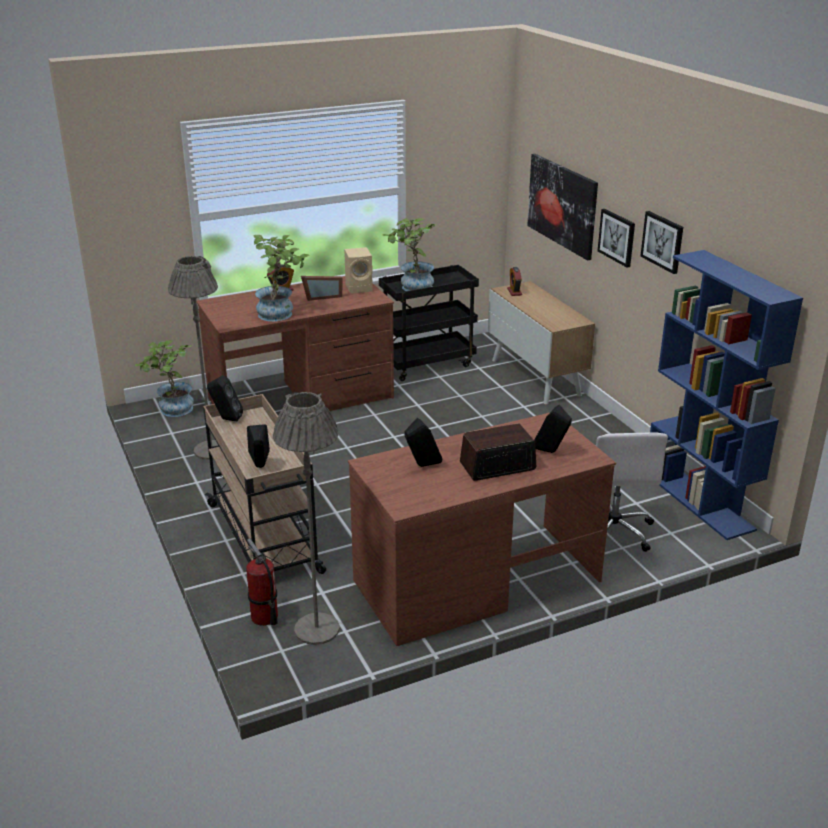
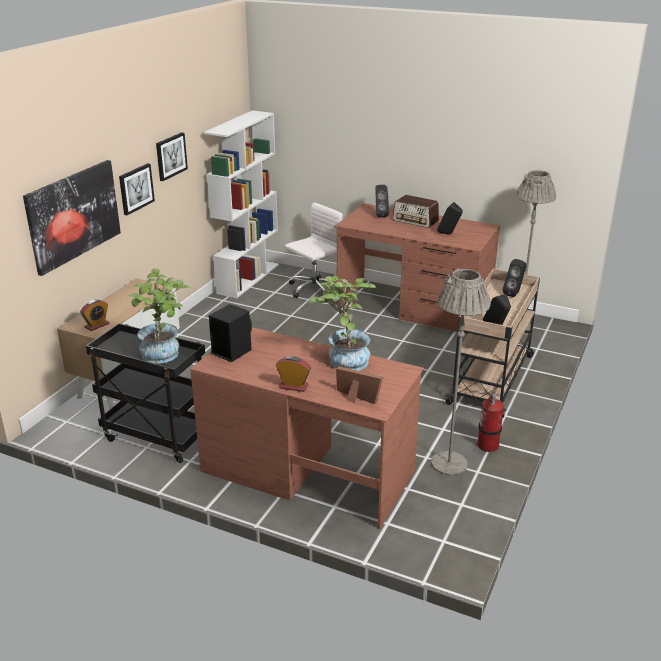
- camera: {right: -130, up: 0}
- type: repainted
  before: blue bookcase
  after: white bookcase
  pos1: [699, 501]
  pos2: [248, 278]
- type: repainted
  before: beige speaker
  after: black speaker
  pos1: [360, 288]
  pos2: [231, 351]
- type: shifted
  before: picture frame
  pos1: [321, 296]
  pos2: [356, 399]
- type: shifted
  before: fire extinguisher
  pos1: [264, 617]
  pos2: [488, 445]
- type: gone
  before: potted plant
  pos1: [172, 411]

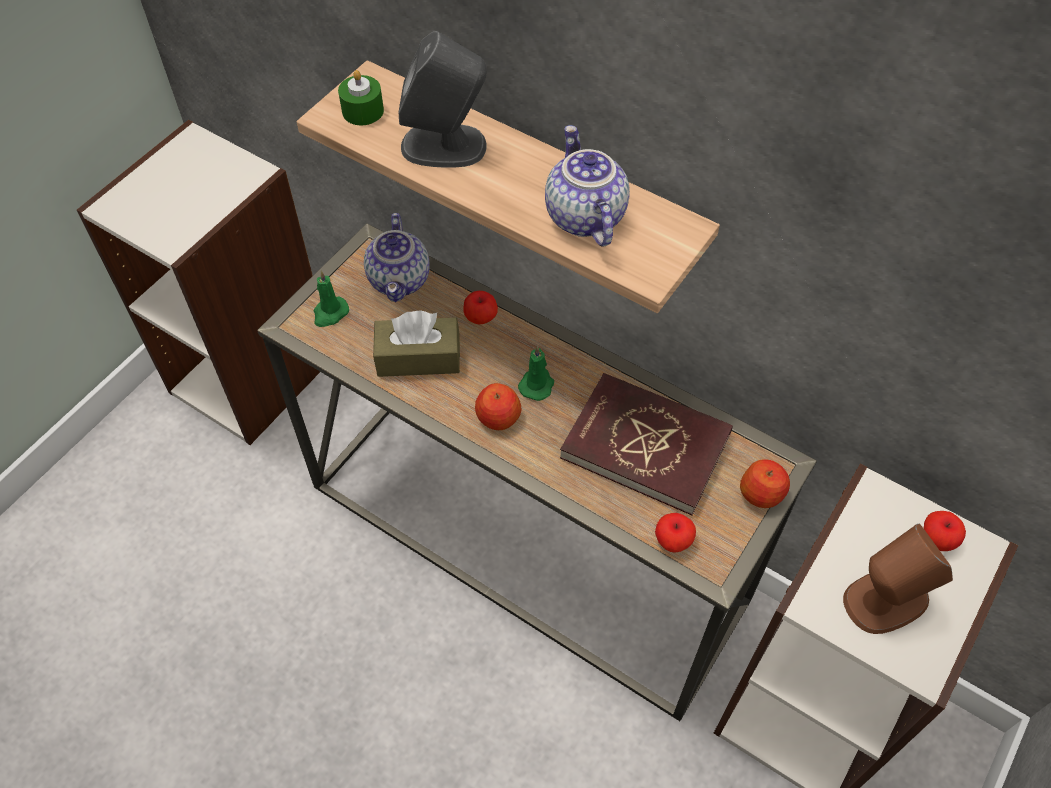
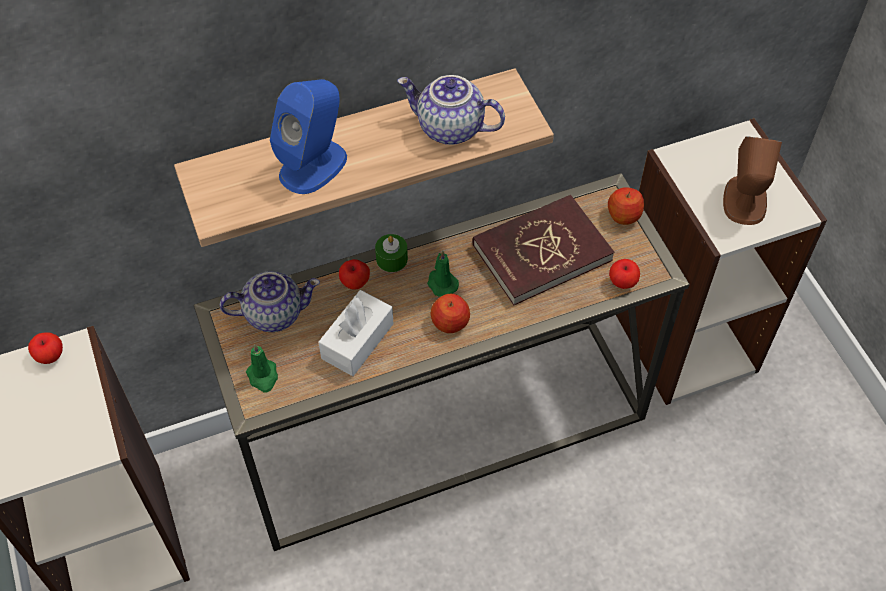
- camera: {right: -55, up: 0}
- type: shifted
  before: apple
  pos1: [937, 539]
  pos2: [50, 356]
- type: rotated
  before: teapot
  pos1: [401, 281]
  pos2: [274, 313]
  turn: -45
- type: repainted
  before: grey speaker
  after: blue speaker
  pos1: [445, 146]
  pos2: [313, 165]
- type: repainted
  before: brown tissue box
  after: white tissue box
  pos1: [418, 357]
  pos2: [357, 341]
- type: shifted
  before: green candle
  pos1: [363, 111]
  pos2: [391, 259]

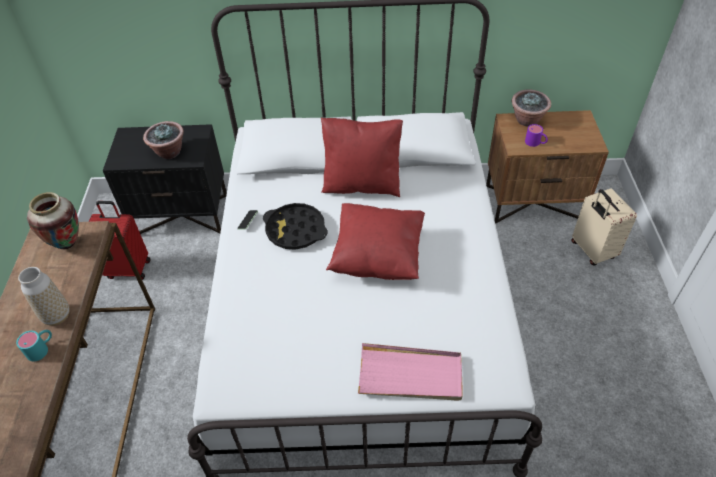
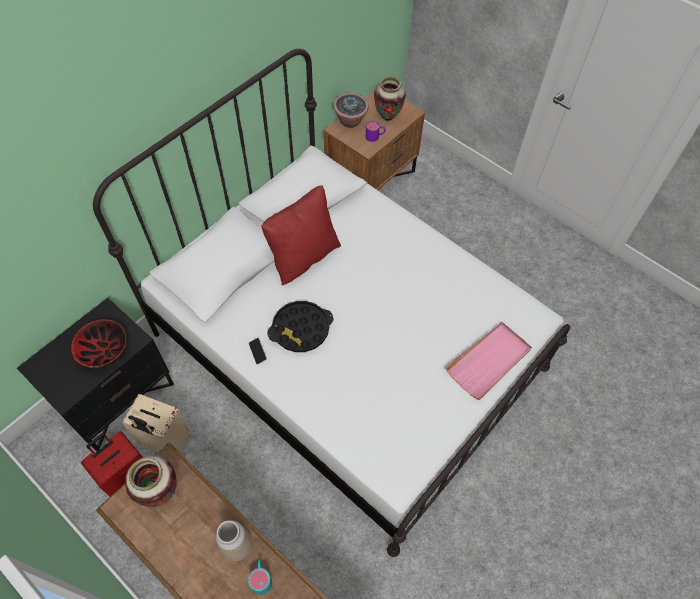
- camera: {right: -50, up: 10}
- type: swapped
  before: potted plant
  after: bowl
  pos1: [169, 152]
  pos2: [103, 351]
- type: shifted
  before: beige suitcase
  pos1: [591, 251]
  pos2: [165, 442]
- type: new
  after: vase
  pos2: [387, 117]
- type: gone
  before: red pillow
  pos1: [377, 256]

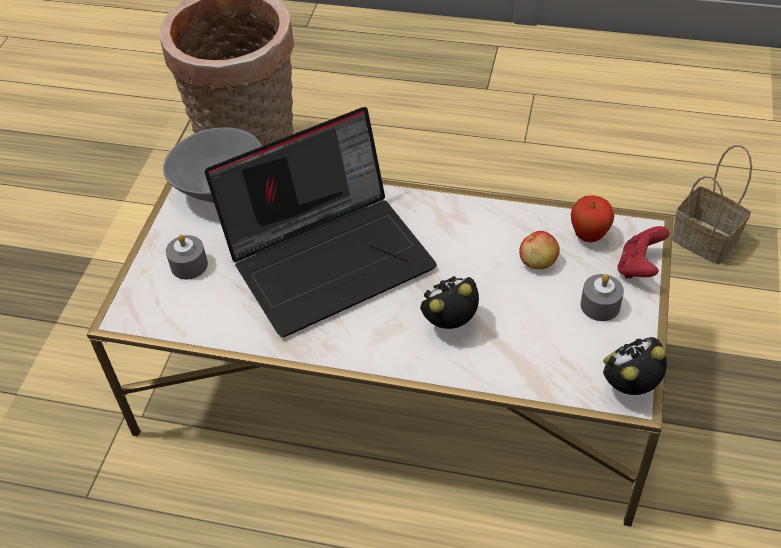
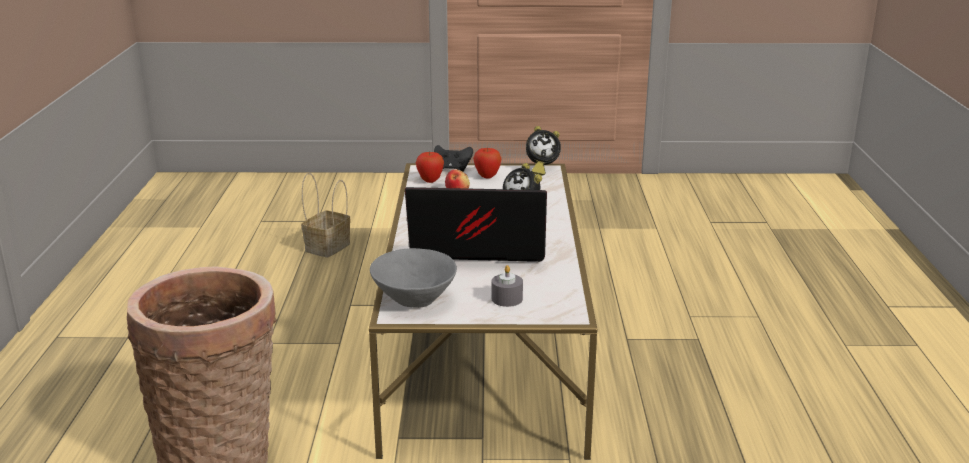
- camera: {right: -105, up: -25}
- type: rotated
  before: laptop
  pos1: [330, 256]
  pos2: [476, 250]
  turn: -45
- type: repainted
  before: red game controller
  after: black game controller
  pos1: [639, 267]
  pos2: [452, 169]
- type: swapped
  before: grey candle
  after: apple
  pos1: [600, 305]
  pos2: [487, 176]
- type: rotated
  before: alarm clock
  pos1: [629, 385]
  pos2: [541, 169]
  turn: -45

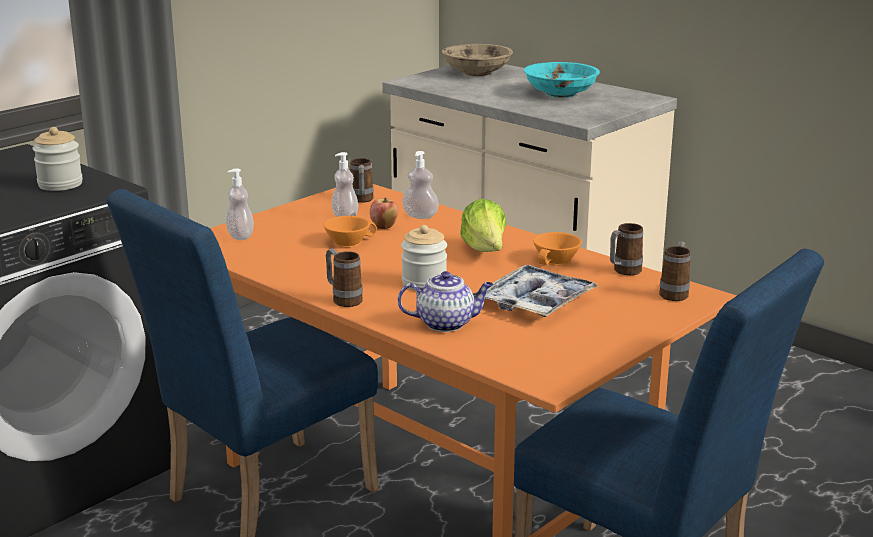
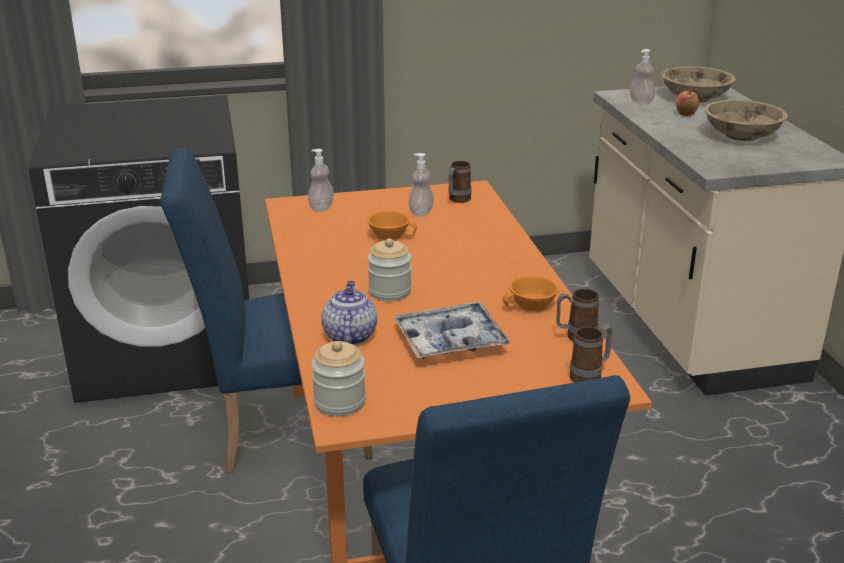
- camera: {right: 35, up: 5}
- type: shifted
  before: jar
  pos1: [60, 184]
  pos2: [339, 402]
- type: rotated
  before: teapot
  pos1: [446, 323]
  pos2: [349, 336]
  turn: -120
- type: shifted
  before: soap dispenser
  pos1: [420, 216]
  pos2: [641, 102]
- type: shifted
  before: apple
  pos1: [383, 227]
  pos2: [685, 114]
- type: repainted
  before: turquoise bowl
  after: beige bowl
  pos1: [560, 94]
  pos2: [741, 136]
- type: gone
  before: mug
  pos1: [343, 299]
- type: gone
  before: lettuce
  pos1: [485, 251]

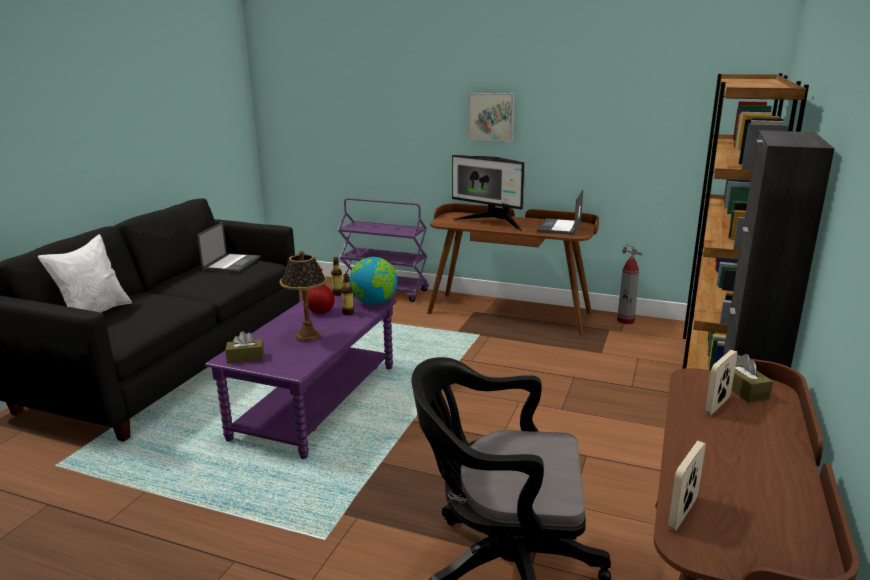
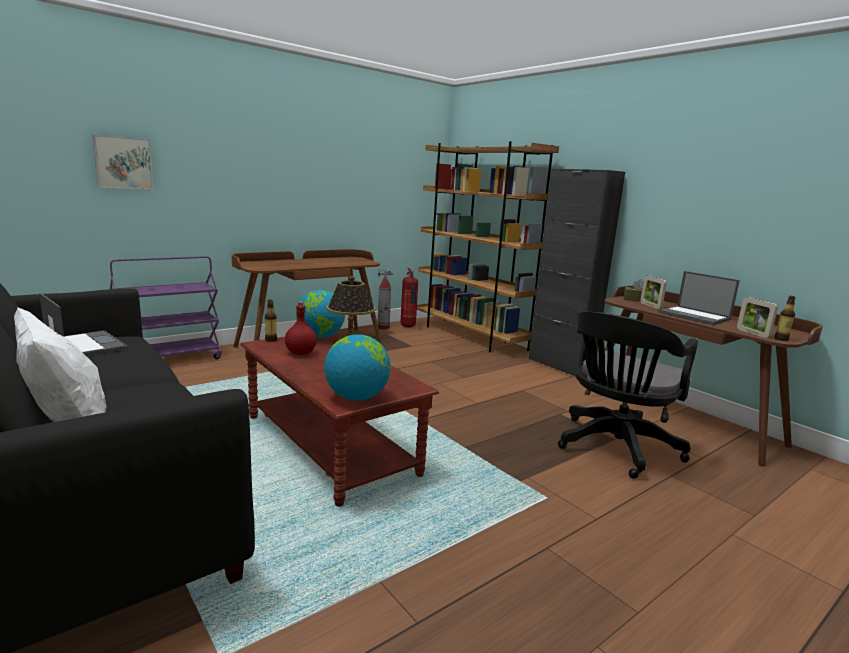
- camera: {right: -60, up: -5}
- type: shifted
  before: picture
  pos1: [491, 116]
  pos2: [123, 163]
- type: repainted
  before: purple coffee table
  after: brown coffee table
  pos1: [317, 400]
  pos2: [329, 444]
- type: swapped
  before: brown tissue box
  after: globe
  pos1: [246, 358]
  pos2: [356, 397]
- type: new
  after: fire extinguisher
  pos2: [408, 327]
- type: shifted
  before: laptop
  pos1: [559, 227]
  pos2: [695, 316]
- type: shifted
  before: bottle
  pos1: [348, 313]
  pos2: [781, 339]
- type: gone
  before: monitor
  pos1: [492, 223]

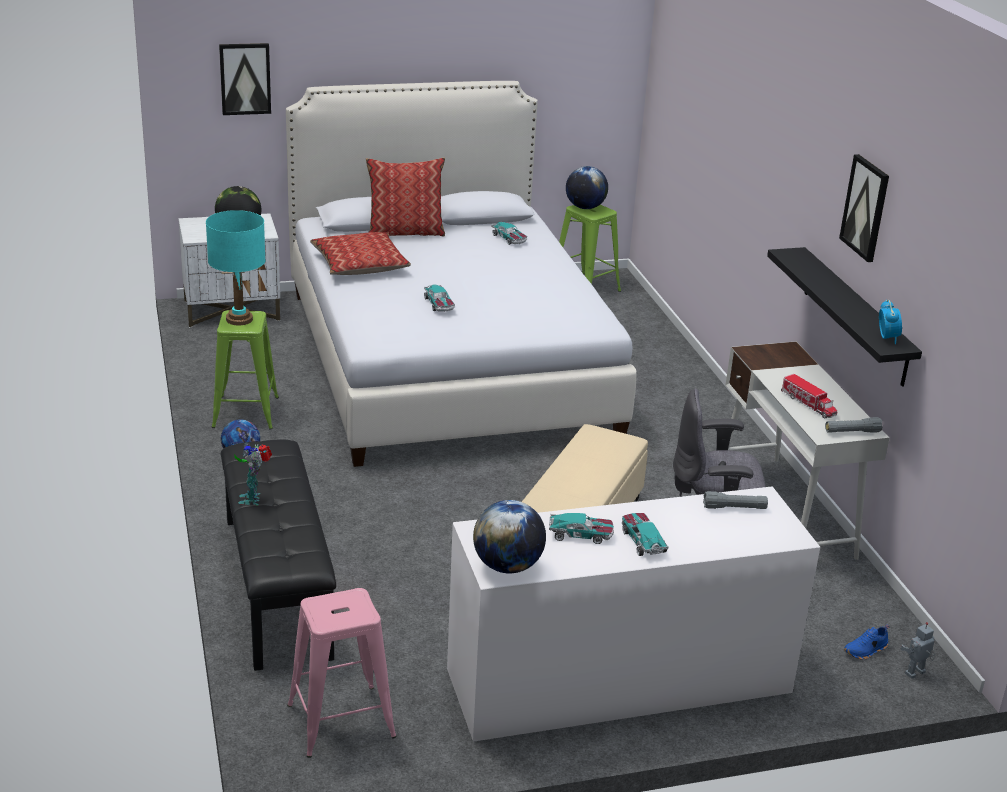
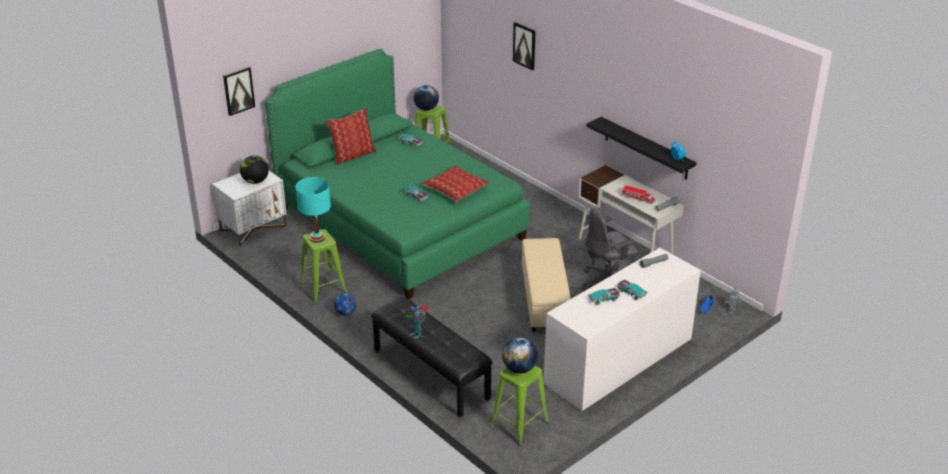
- camera: {right: -25, up: 5}
- type: repainted
  before: white bed
  after: green bed
  pos1: [446, 361]
  pos2: [399, 223]
- type: shifted
  before: pillow
  pos1: [360, 264]
  pos2: [455, 189]
- type: repainted
  before: pink stool
  after: green stool
  pos1: [340, 721]
  pos2: [519, 424]
- type: shifted
  before: globe
  pos1: [507, 566]
  pos2: [519, 369]
- type: shifted
  before: picture
  pos1: [865, 208]
  pos2: [524, 46]

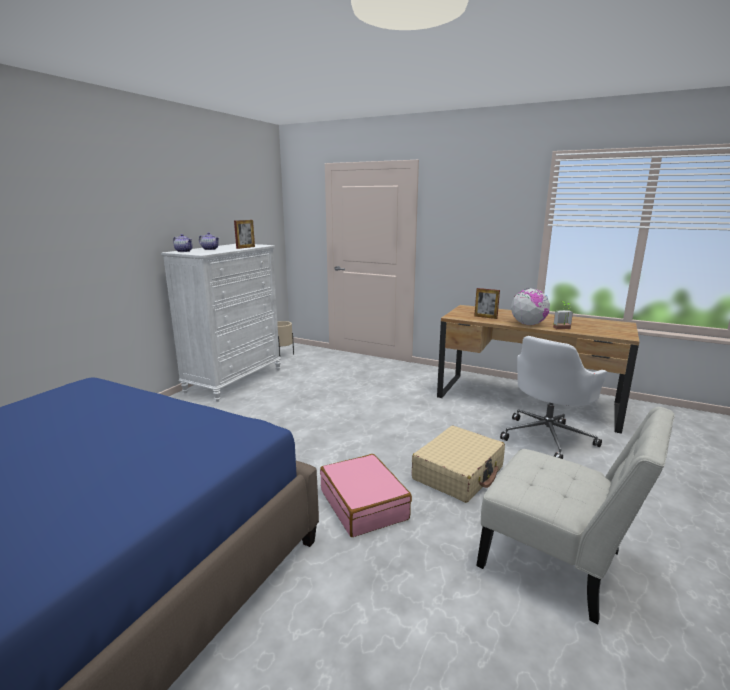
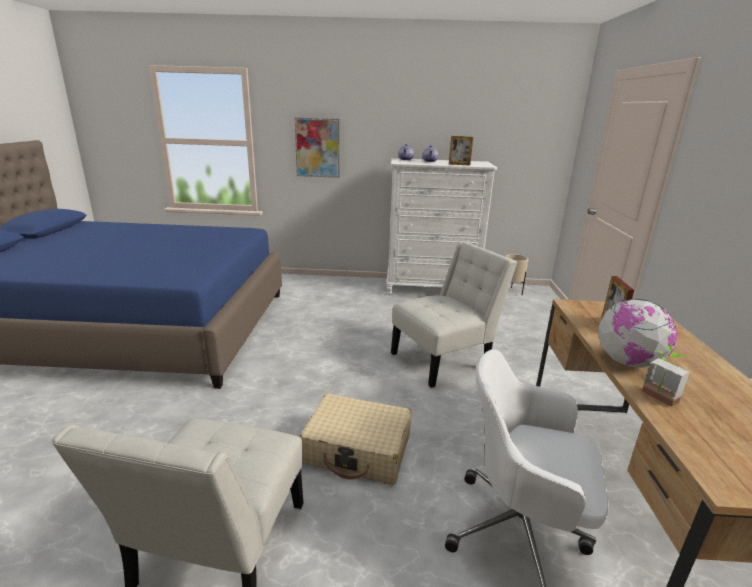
- camera: {right: 65, up: 5}
- type: new
  after: picture
  pos2: [317, 148]
- type: new
  after: white chair
  pos2: [445, 359]
- type: gone
  before: pink suitcase
  pos1: [364, 504]

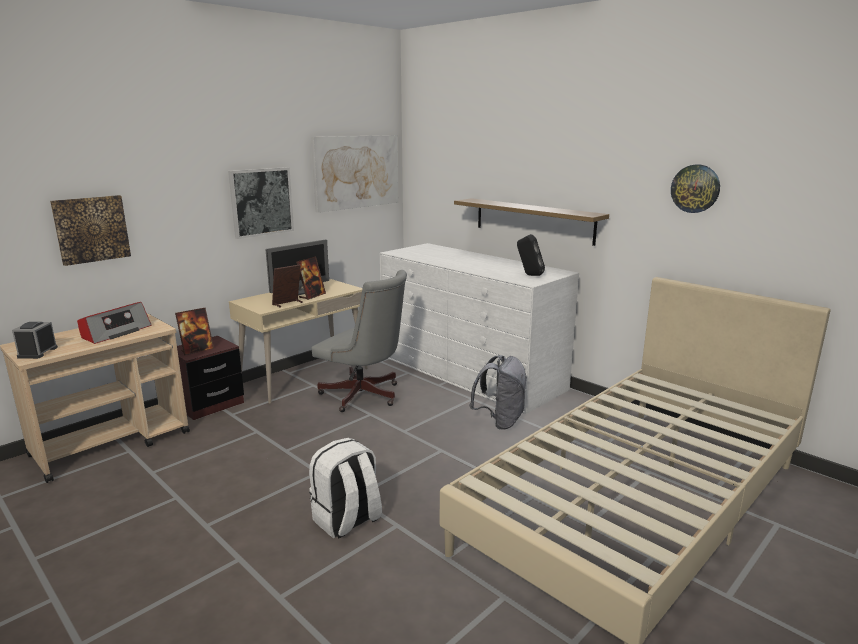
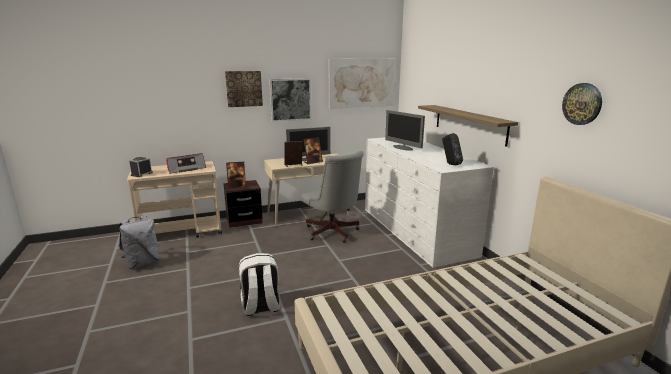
- camera: {right: 25, up: 0}
- type: shifted
  before: grey backpack
  pos1: [500, 421]
  pos2: [142, 263]
- type: shifted
  before: picture
  pos1: [91, 229]
  pos2: [244, 88]
- type: new
  after: monitor
  pos2: [403, 148]

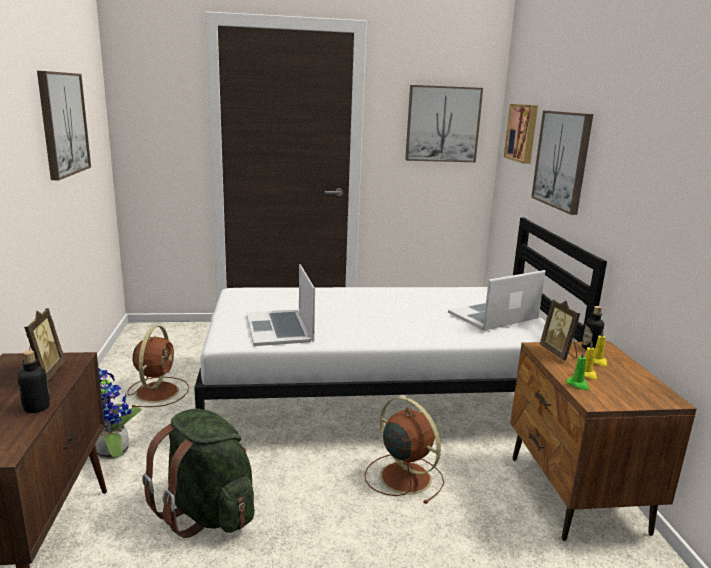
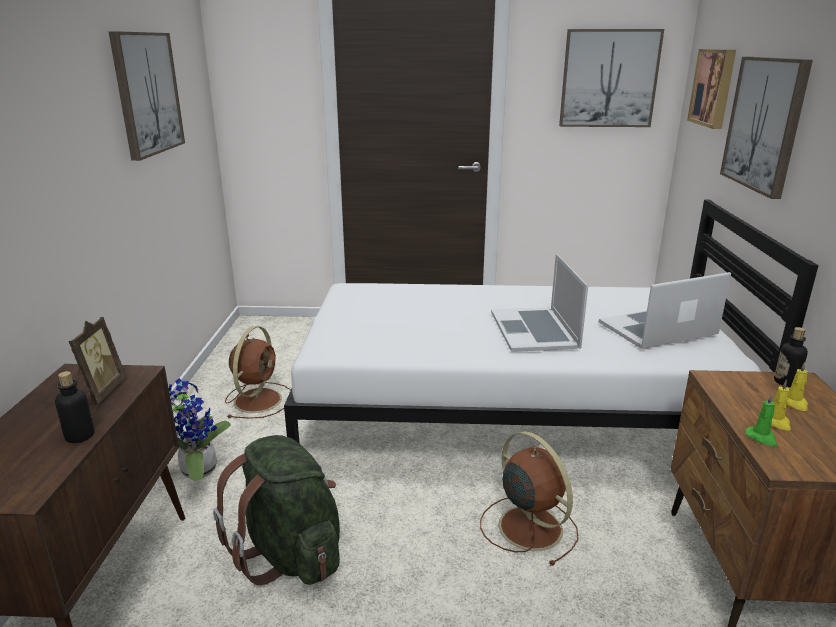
- camera: {right: 10, up: 5}
- type: shifted
  before: laptop
  pos1: [279, 328]
  pos2: [534, 329]
- type: gone
  before: picture frame
  pos1: [559, 353]

